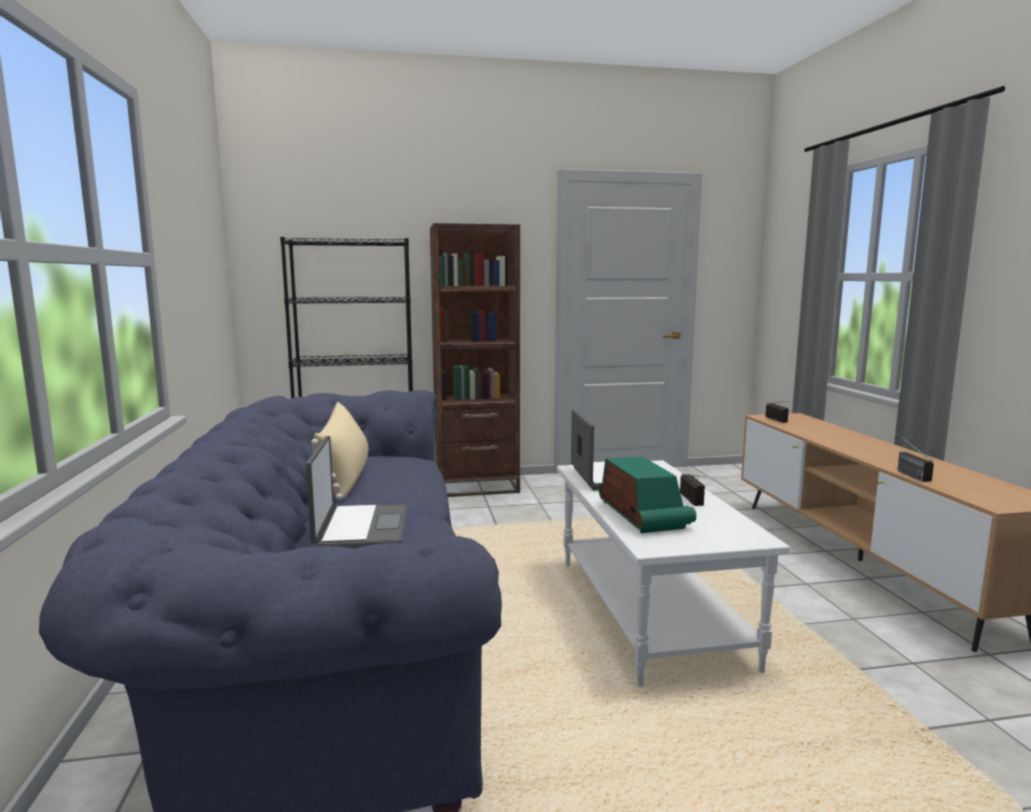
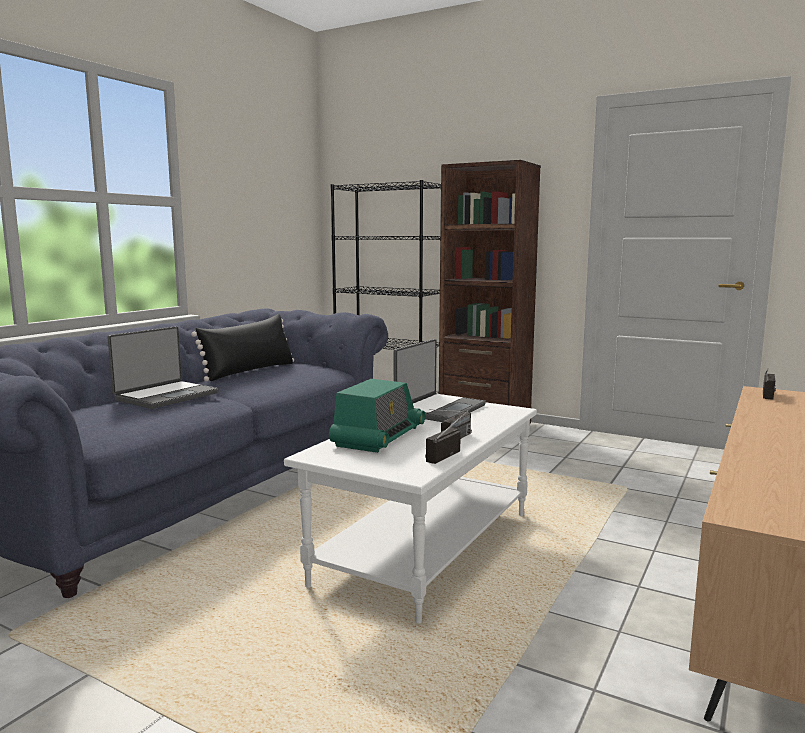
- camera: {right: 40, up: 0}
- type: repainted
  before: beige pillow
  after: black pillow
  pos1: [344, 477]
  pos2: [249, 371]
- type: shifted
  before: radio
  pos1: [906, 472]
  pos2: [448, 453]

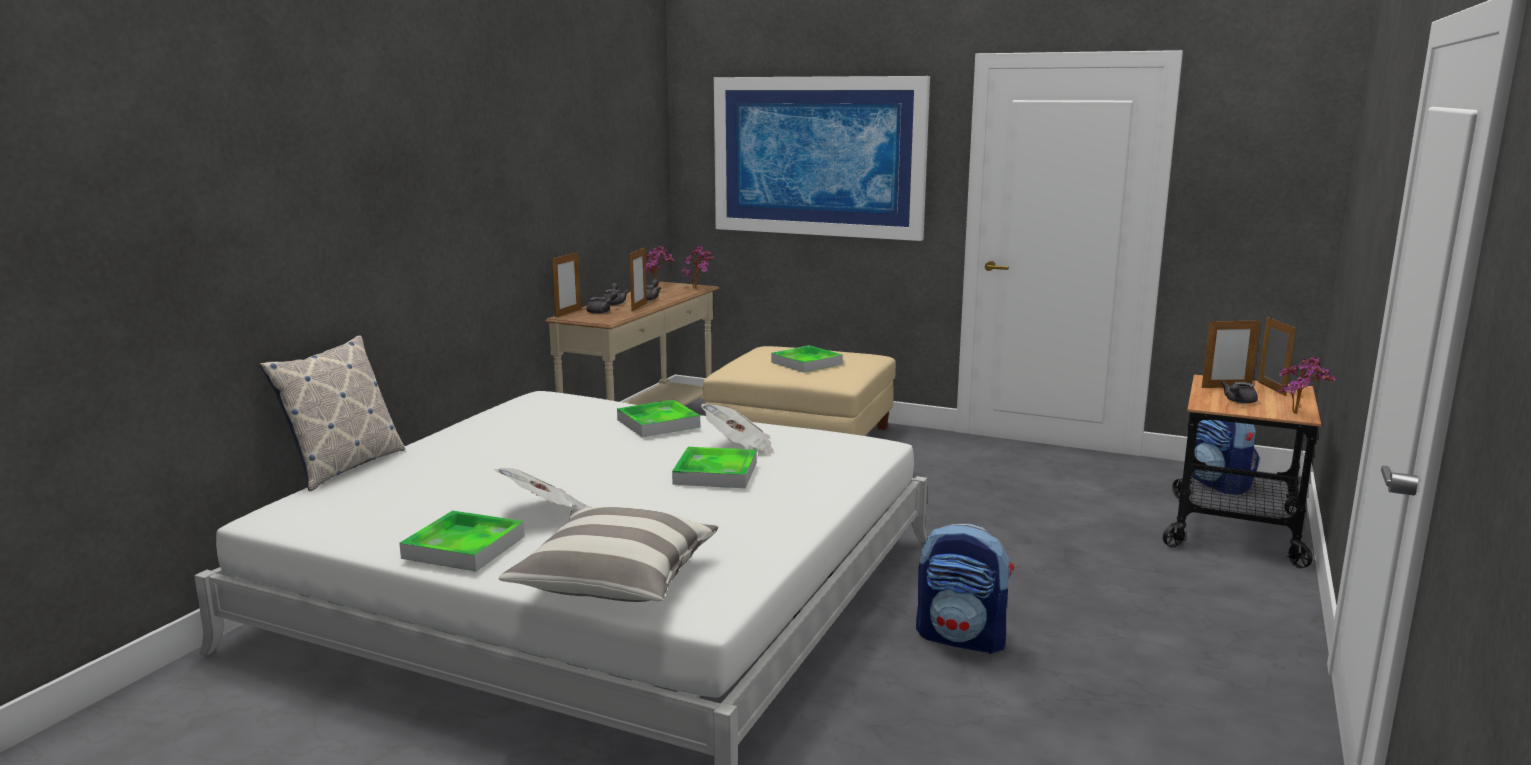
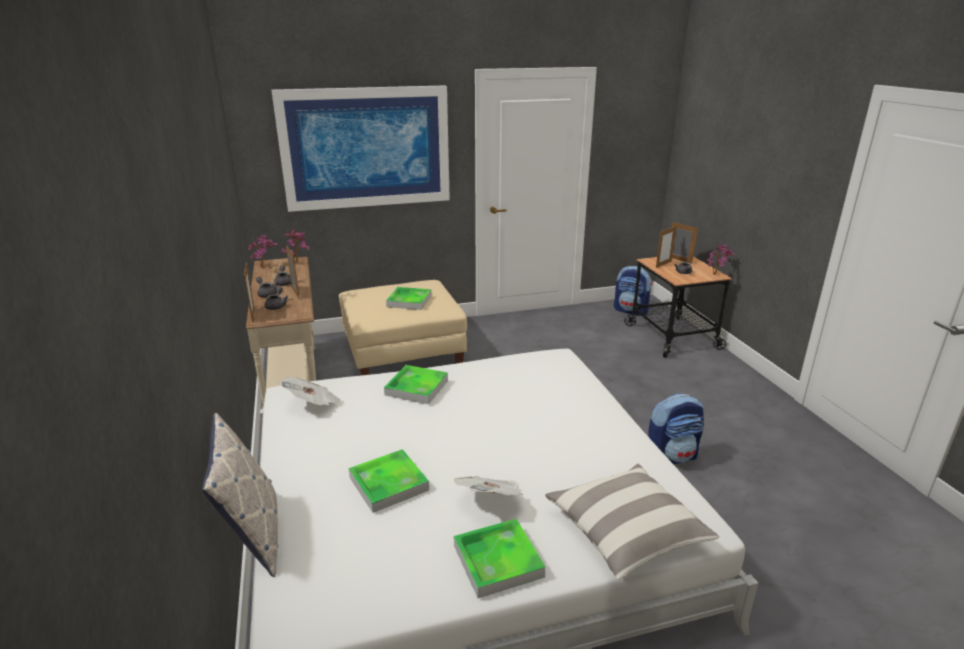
- camera: {right: -40, up: 10}
- type: shifted
  before: newspaper
  pos1: [740, 448]
  pos2: [314, 404]
- type: shifted
  before: tray
  pos1: [715, 473]
  pos2: [388, 484]

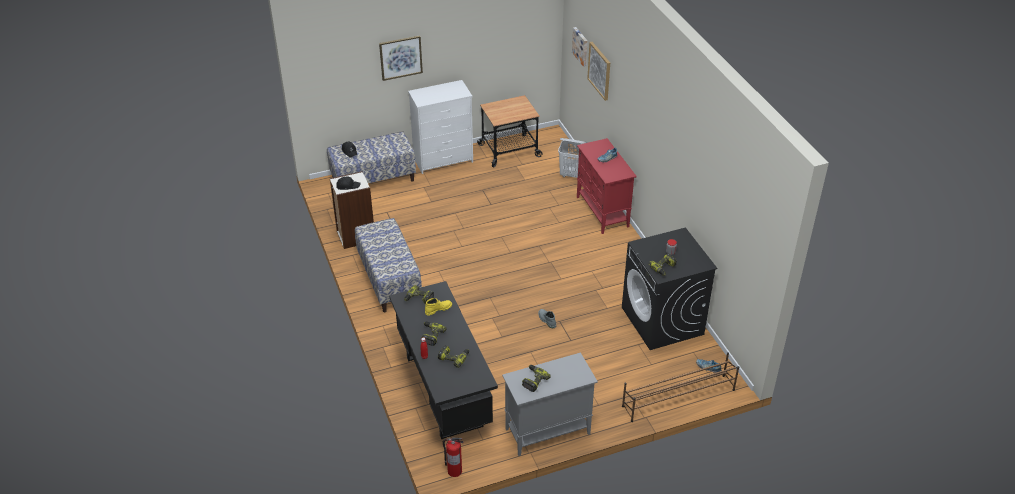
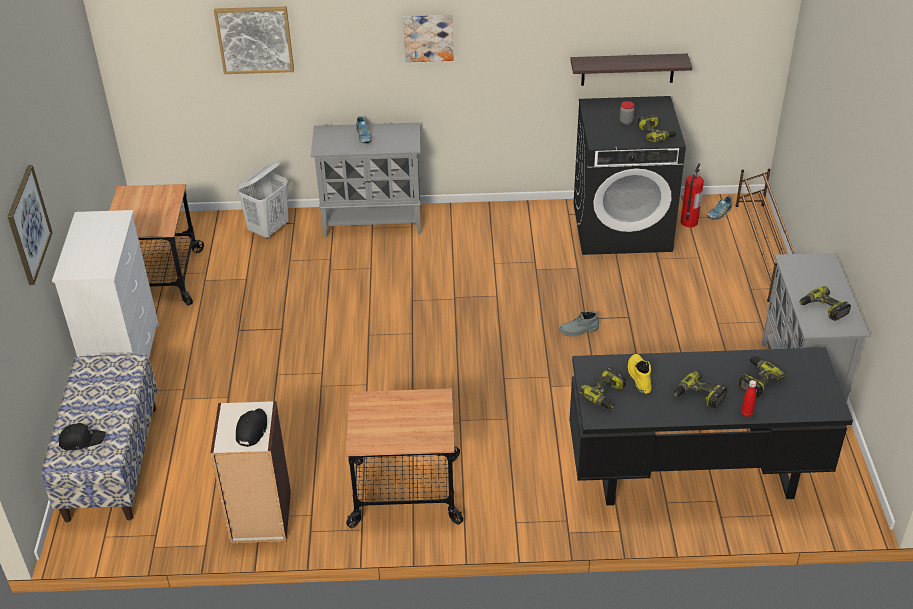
- camera: {right: -70, up: 0}
- type: repainted
  before: red cabinet
  after: grey cabinet
  pos1: [602, 212]
  pos2: [373, 221]
- type: swapped
  before: bench
  after: cart
  pos1: [389, 280]
  pos2: [405, 492]
- type: shifted
  before: picture
  pos1: [581, 46]
  pos2: [428, 37]
- type: new
  after: shelf
  pos2: [627, 69]
- type: shifted
  before: fire extinguisher
  pos1: [454, 471]
  pos2: [689, 222]

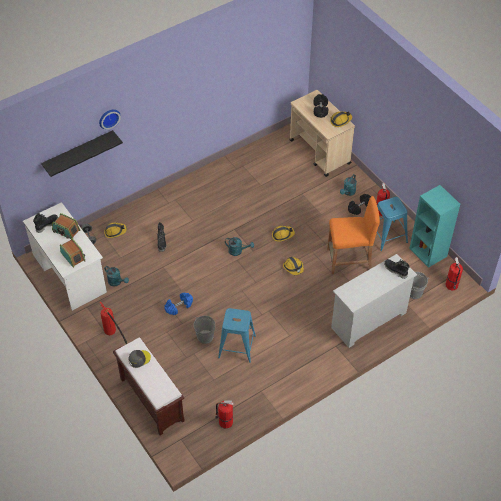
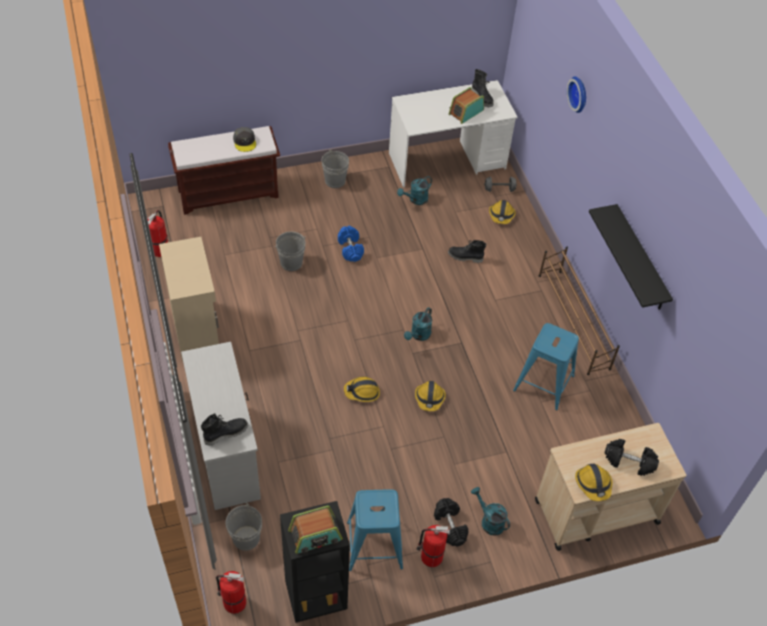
- camera: {right: 105, up: 0}
- type: new
  after: beige cabinet
  pos2: [196, 329]
- type: repainted
  before: turquoise bookcase
  after: black bookcase
  pos1: [428, 252]
  pos2: [315, 595]
- type: shifted
  before: radio
  pos1: [73, 256]
  pos2: [315, 535]
- type: swapped
  before: fire extinguisher
  after: grey bucket
  pos1: [113, 335]
  pos2: [335, 181]
- type: shifted
  before: blue stool
  pos1: [237, 346]
  pos2: [544, 383]
- type: new
  after: brown shoe rack
  pos2: [573, 321]
- type: shifted
  before: black shelf
  pos1: [78, 153]
  pos2: [640, 259]
- type: gone
  before: orange stool
  pos1: [349, 260]

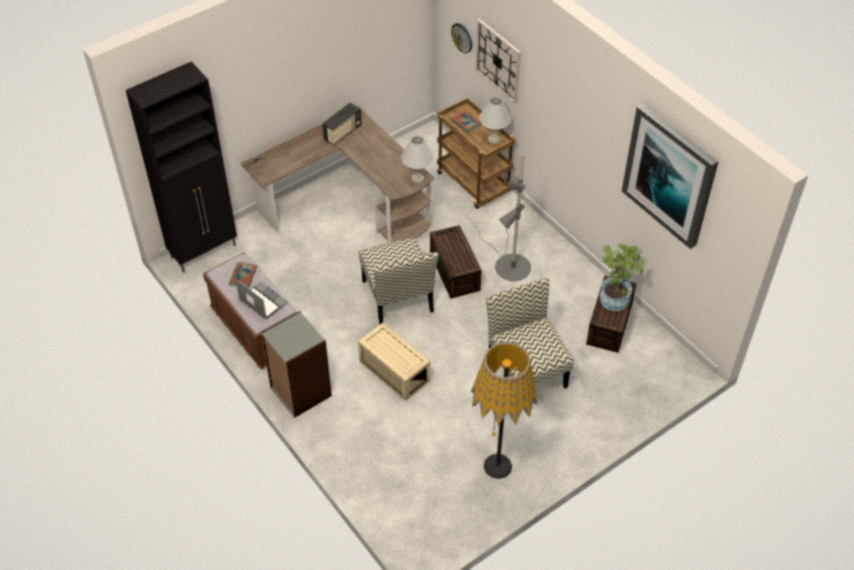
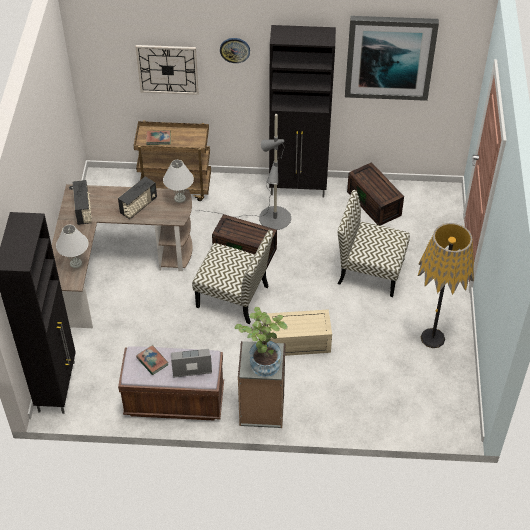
- camera: {right: -50, up: 0}
- type: shifted
  before: white table lamp
  pos1: [493, 139]
  pos2: [75, 263]
- type: new
  after: radio
  pos2: [138, 206]
- type: shifted
  before: wall clock
  pos1: [462, 37]
  pos2: [235, 49]
- type: shifted
  before: potted plant
  pos1: [615, 296]
  pos2: [262, 361]
- type: new
  after: black cabinet
  pos2: [298, 188]

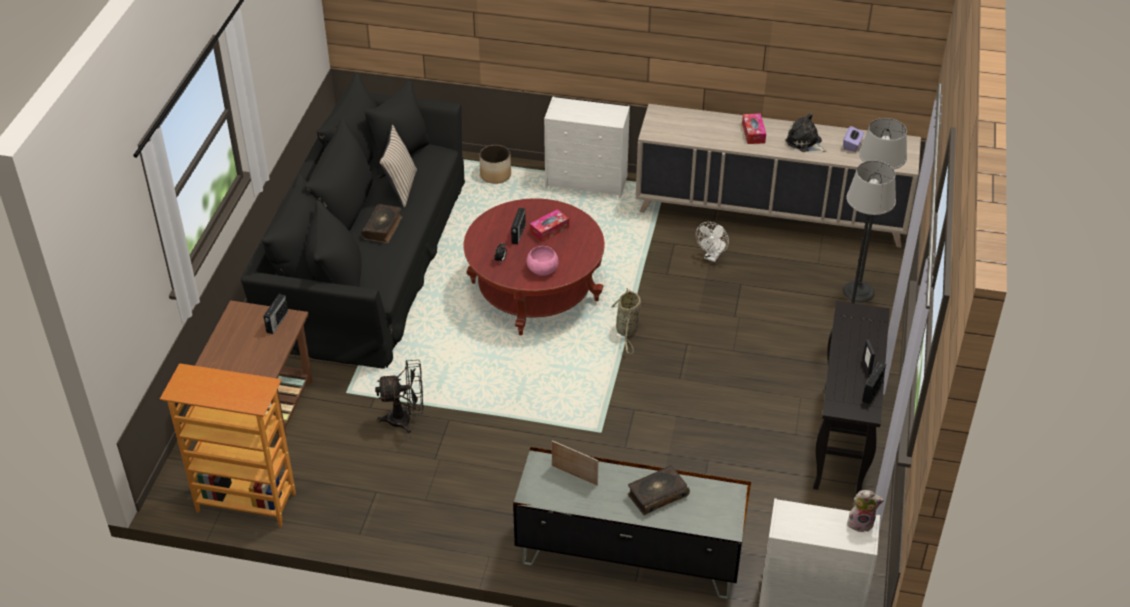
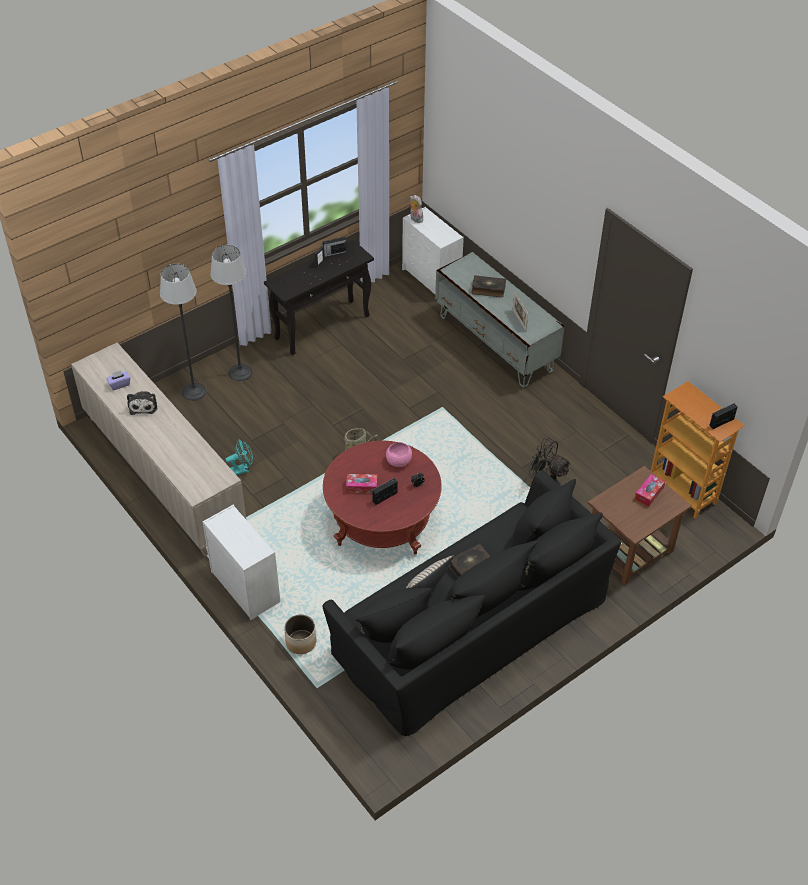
- camera: {right: -140, up: 5}
- type: repainted
  before: white fan
  after: turquoise fan
  pos1: [712, 257]
  pos2: [242, 469]
- type: shifted
  before: tissue box
  pos1: [753, 133]
  pos2: [649, 493]
- type: shifted
  before: radio
  pos1: [277, 322]
  pos2: [722, 422]

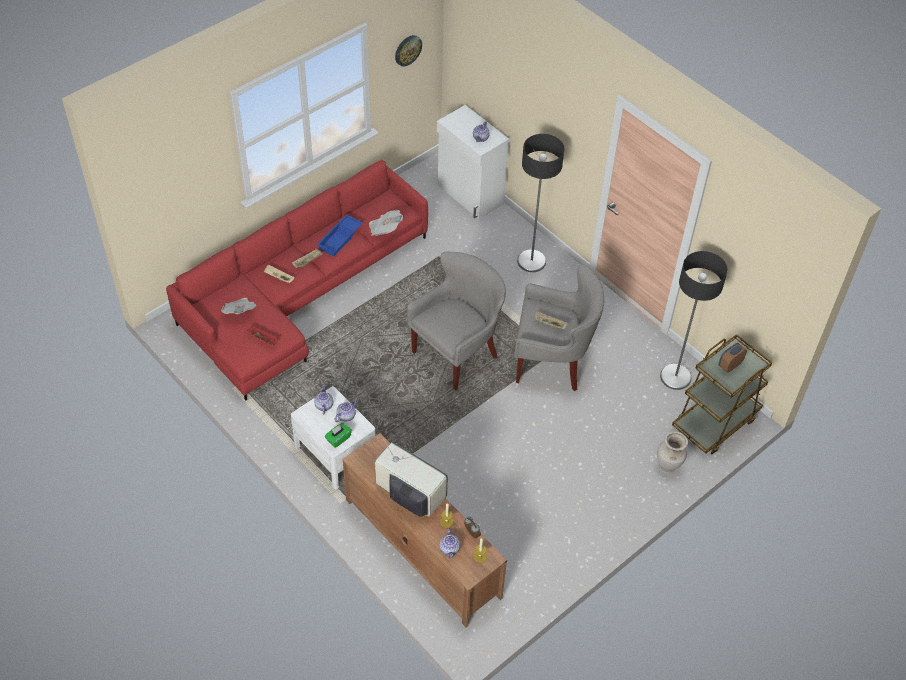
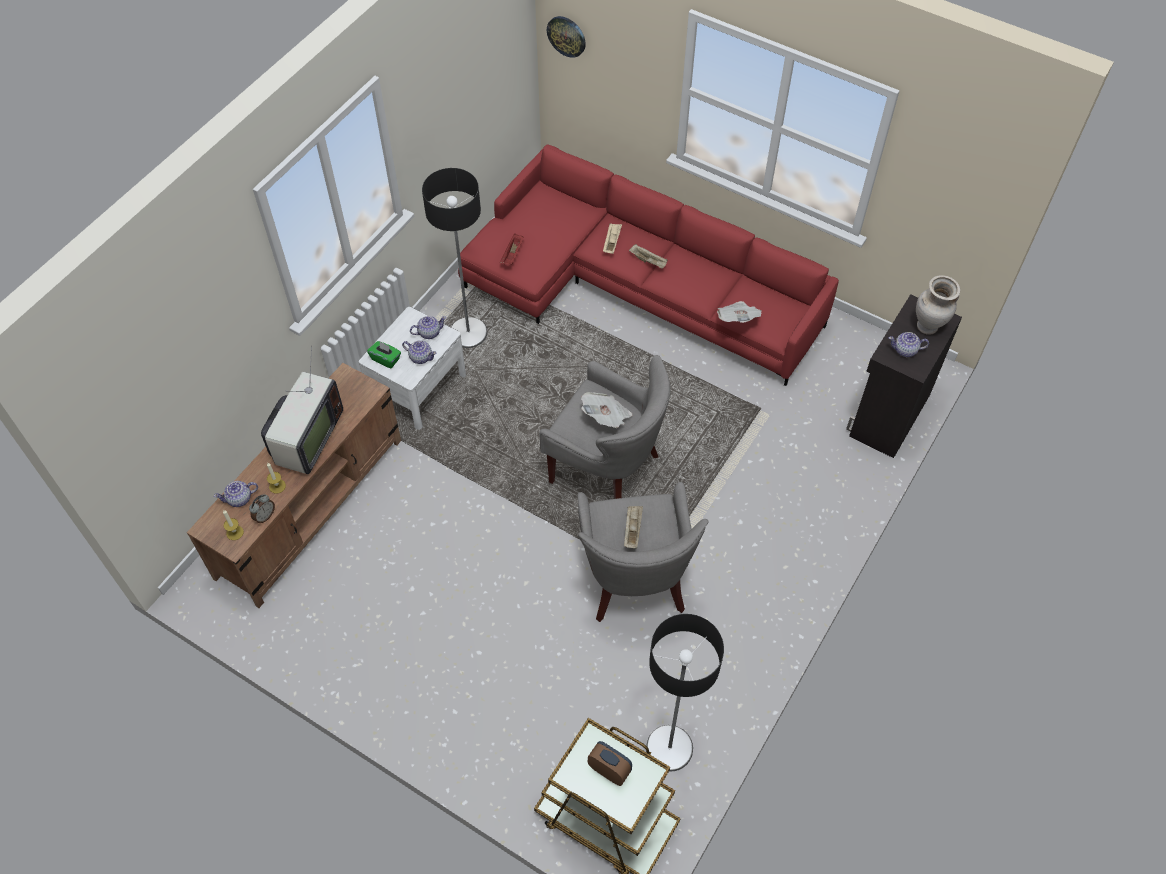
- camera: {right: 75, up: 5}
- type: shifted
  before: floor lamp
  pos1: [531, 261]
  pos2: [468, 333]
- type: shifted
  before: wall clock
  pos1: [407, 50]
  pos2: [566, 36]
- type: shifted
  before: newspaper
  pos1: [240, 312]
  pos2: [606, 417]
- type: repainted
  before: white cabinet
  after: black cabinet
  pos1: [470, 195]
  pos2: [888, 415]
- type: shifted
  before: beige vase
  pos1: [667, 467]
  pos2: [927, 327]
- type: gone
  before: blue tray
  pos1: [340, 238]

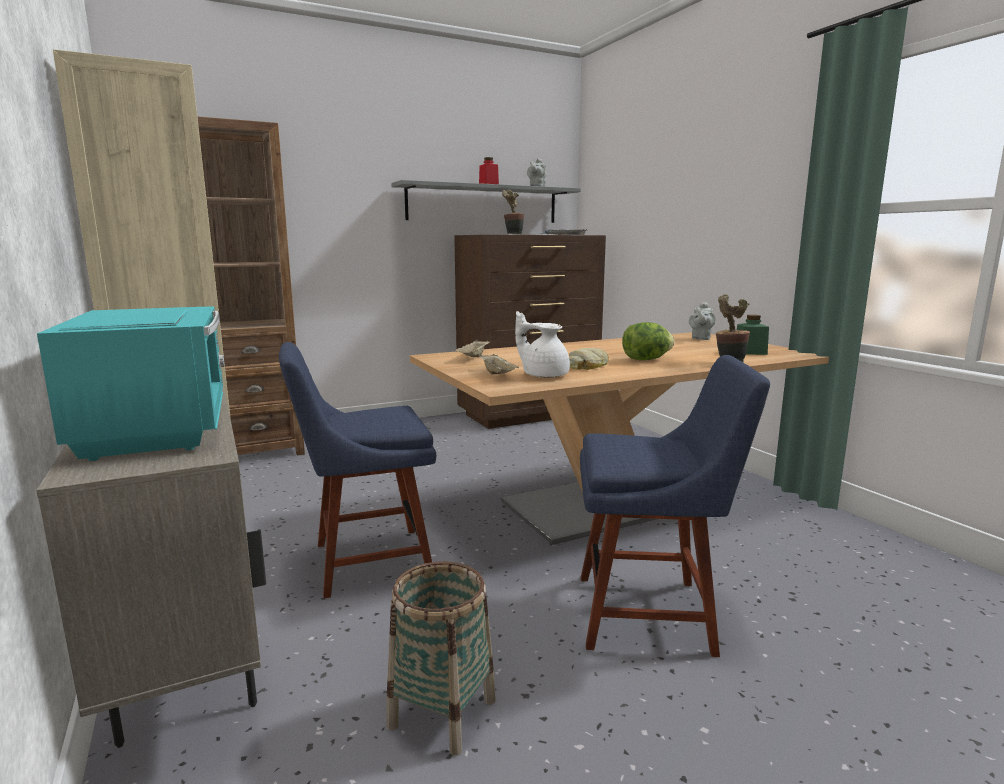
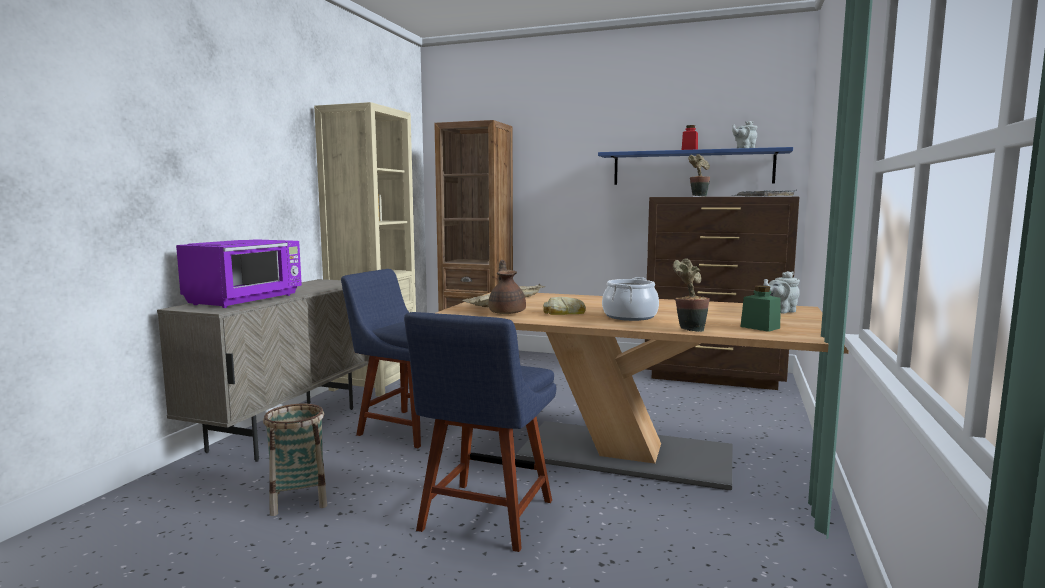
- camera: {right: 45, up: -5}
- type: repainted
  before: turquoise microwave
  after: purple microwave
  pos1: [160, 428]
  pos2: [246, 299]
- type: rotated
  before: blue chair
  pos1: [652, 613]
  pos2: [484, 518]
  turn: 60
- type: repainted
  before: white teapot
  after: brown teapot
  pos1: [543, 375]
  pos2: [507, 312]
- type: repainted
  before: grey shelf
  after: blue shelf
  pos1: [483, 204]
  pos2: [692, 168]
- type: swapped
  before: lettuce
  after: cooking pot
  pos1: [646, 360]
  pos2: [629, 316]

